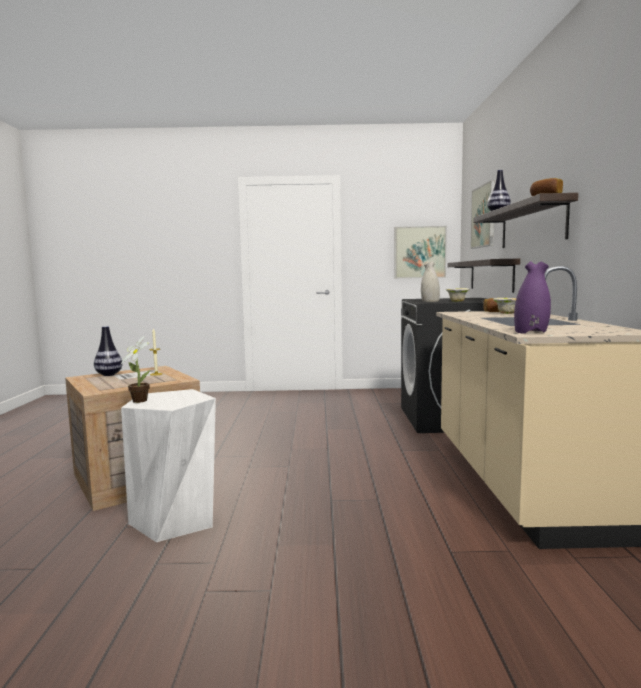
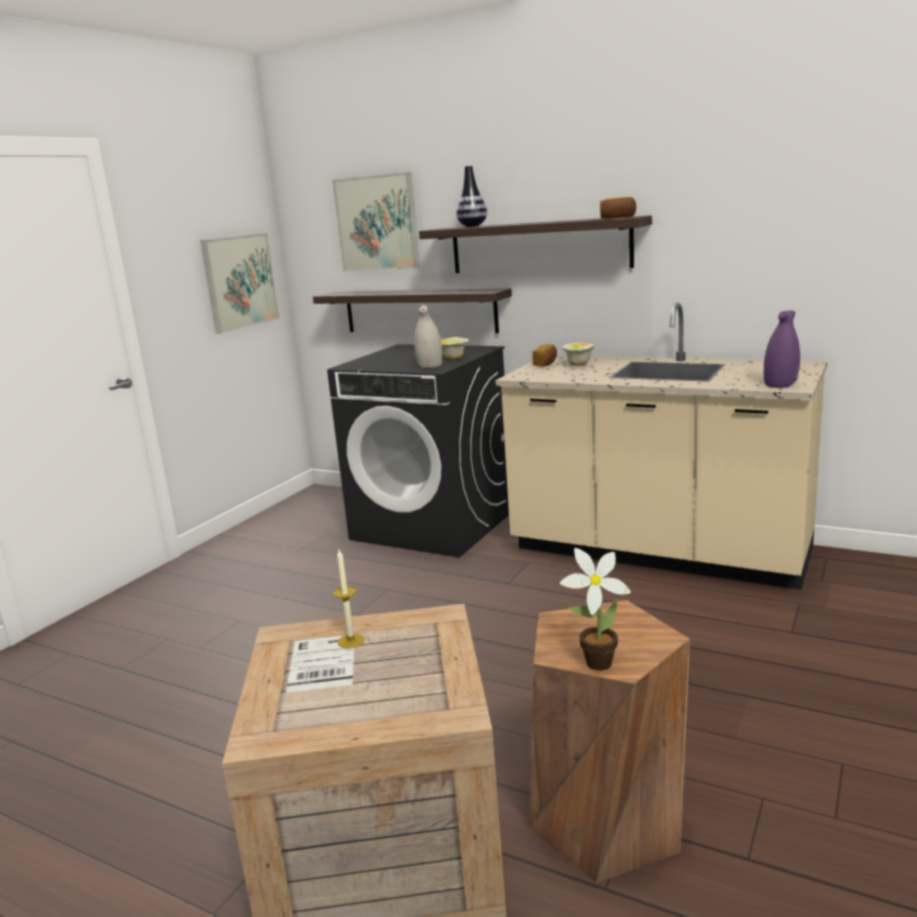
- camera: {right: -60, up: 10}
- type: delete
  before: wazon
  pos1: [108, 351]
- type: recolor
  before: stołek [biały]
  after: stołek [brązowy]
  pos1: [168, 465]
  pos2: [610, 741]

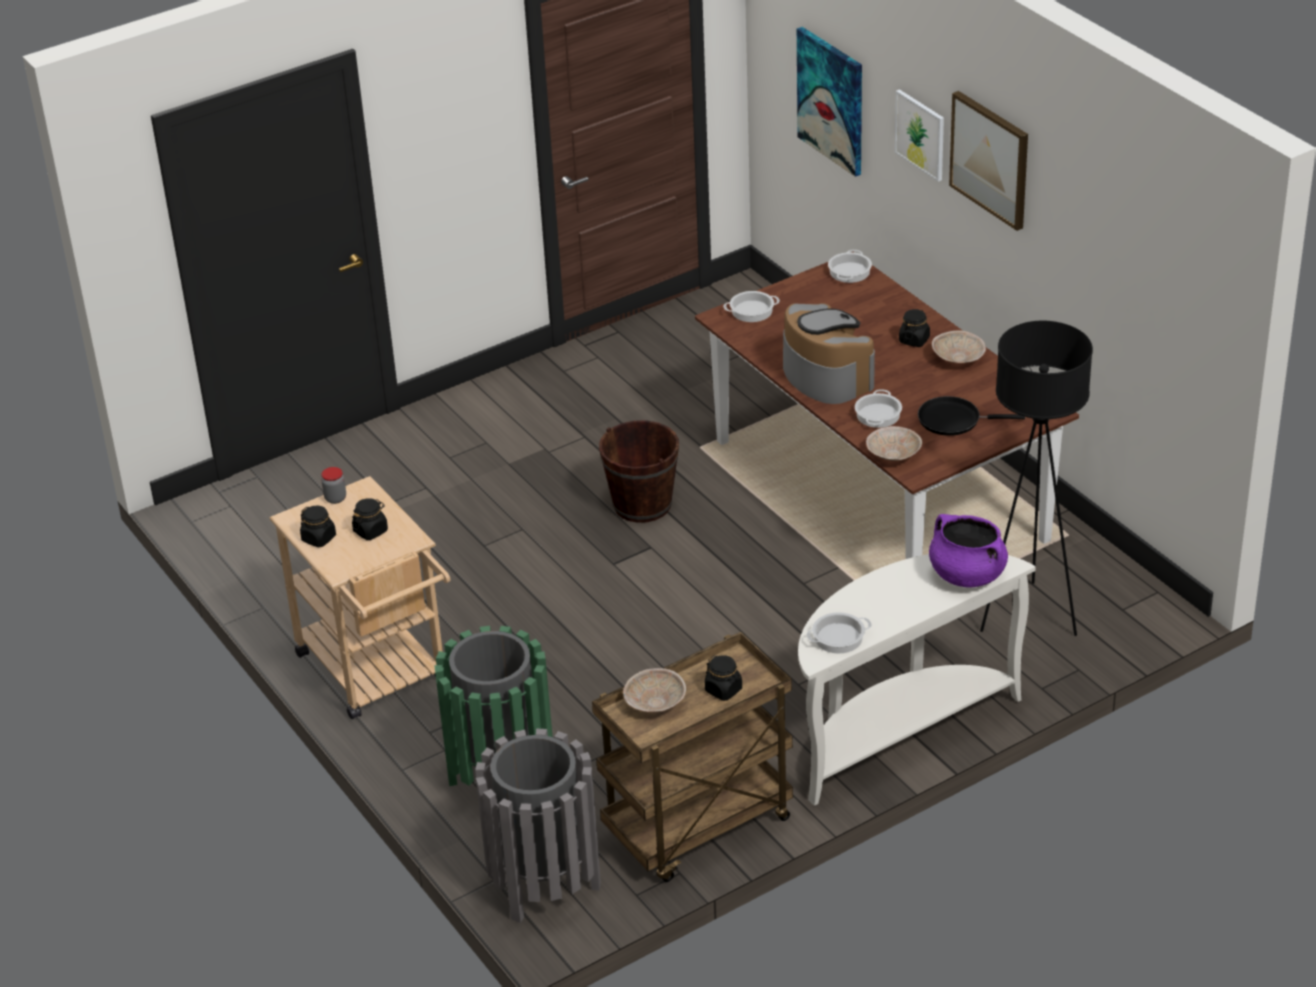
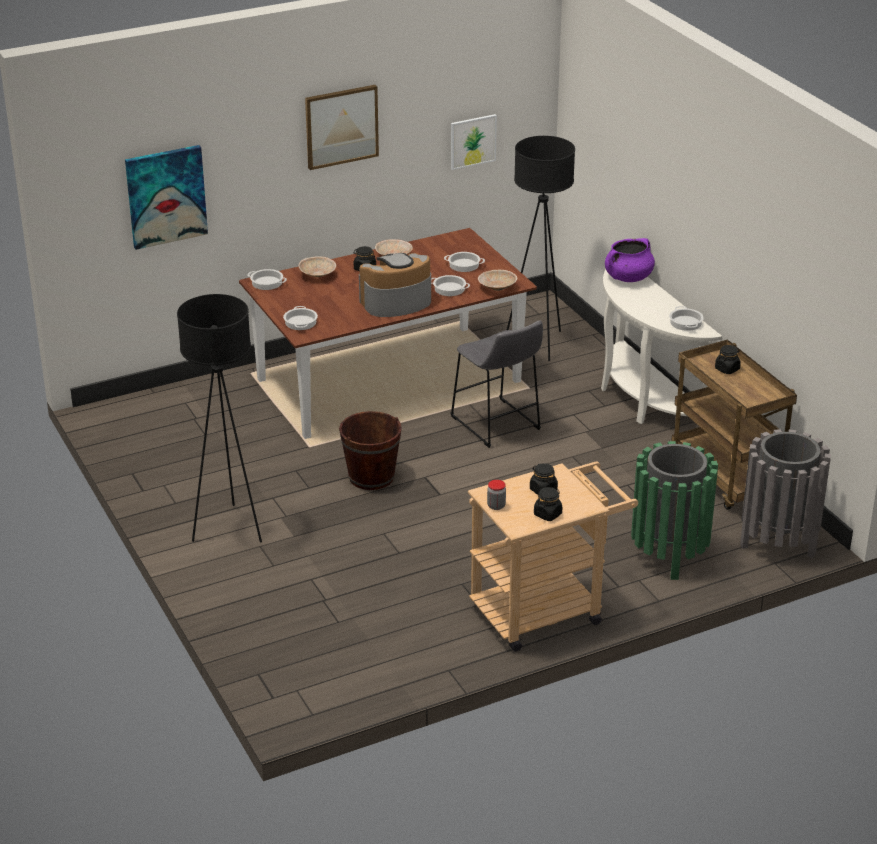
- camera: {right: -85, up: -5}
- type: move
  before: miska [beżowy]
  pos1: [654, 690]
  pos2: [318, 266]
- type: move
  before: obraz
  pos1: [919, 135]
  pos2: [474, 142]
- type: replace
  before: patelnia [czarny]
  after: garnek
  pos1: [971, 416]
  pos2: [464, 262]
- type: insert
  after: lampa stojąca [czarny]
  pos2: [219, 418]
- type: insert
  after: stołek [szary]
  pos2: [497, 384]

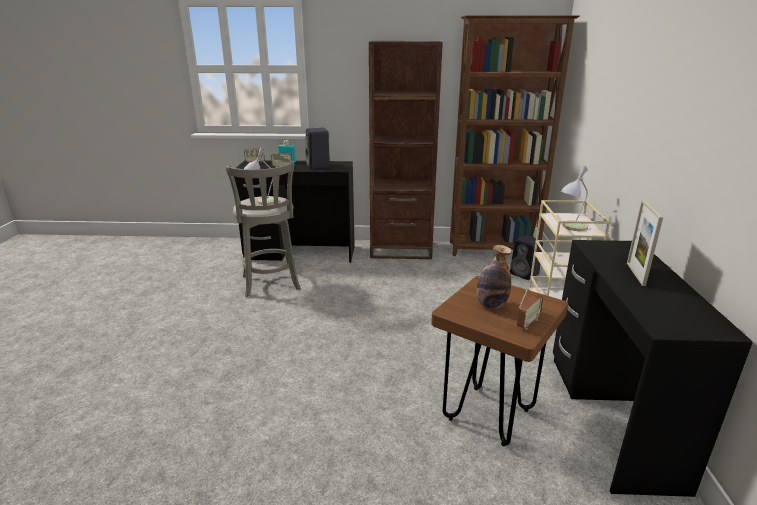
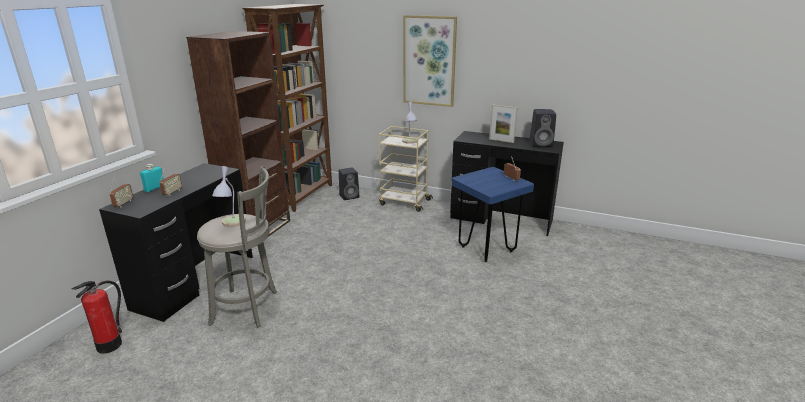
- camera: {right: -70, up: 0}
- type: move
  before: głośnik [czarny]
  pos1: [317, 148]
  pos2: [543, 128]
- type: recolor
  before: stołek [brązowy]
  after: stołek [niebieski]
  pos1: [499, 361]
  pos2: [492, 214]
- type: delete
  before: butelka
  pos1: [494, 277]
- type: insert
  after: gaśnica
  pos2: [97, 317]
- type: insert
  after: obraz
  pos2: [430, 61]

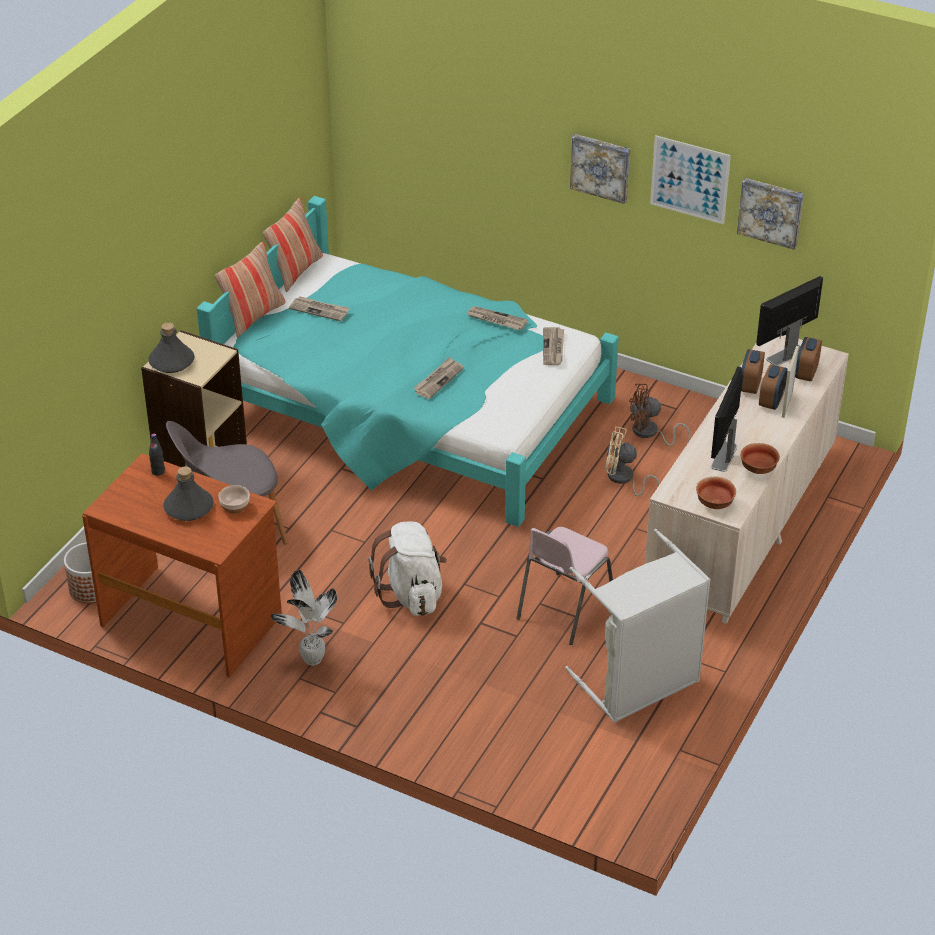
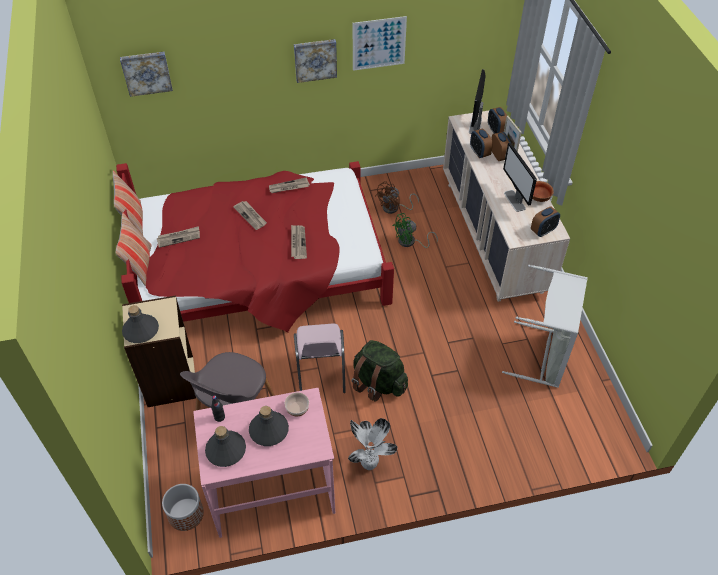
- camera: {right: -40, up: 10}
- type: recolor
  before: biurko [brązowy]
  after: biurko [różowy]
  pos1: [182, 565]
  pos2: [264, 463]
- type: recolor
  before: łóżko [turkusowy]
  after: łóżko [czerwony]
  pos1: [408, 361]
  pos2: [255, 246]
- type: recolor
  before: plecak [biały]
  after: plecak [zielony]
  pos1: [407, 569]
  pos2: [380, 371]
- type: move
  before: krzesło [różowy]
  pos1: [564, 586]
  pos2: [320, 358]
- type: move
  before: gazeta
  pos1: [553, 346]
  pos2: [250, 215]
- type: recolor
  before: wentylator [beżowy]
  after: wentylator [zielony]
  pos1: [632, 461]
  pos2: [415, 230]
- type: replace
  before: miska
  after: budzik
  pos1: [716, 493]
  pos2: [545, 221]
- type: move
  before: obraz
  pos1: [770, 214]
  pos2: [146, 74]
- type: insert
  after: butelka [szary]
  pos2: [225, 446]

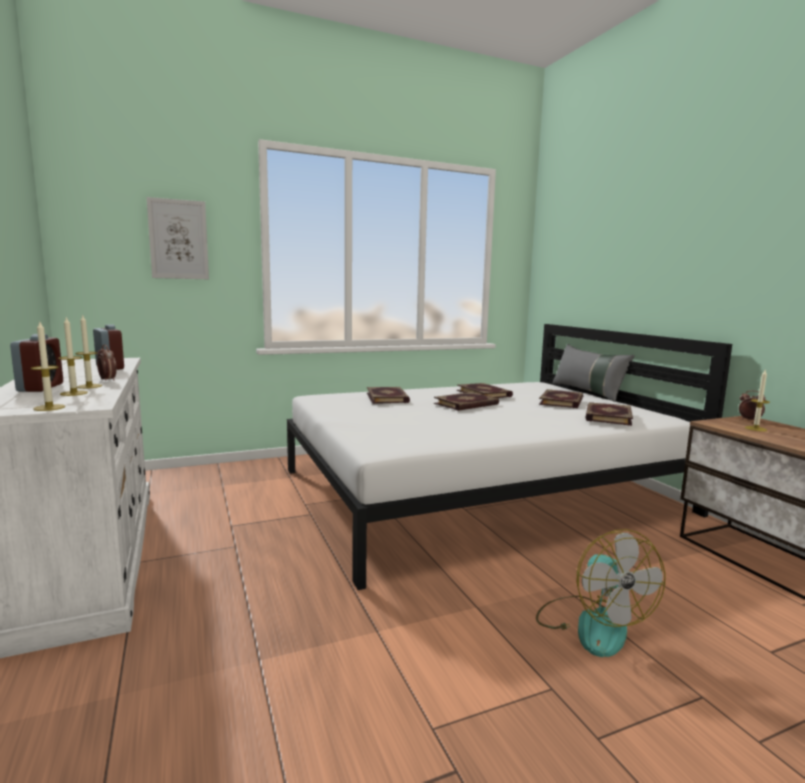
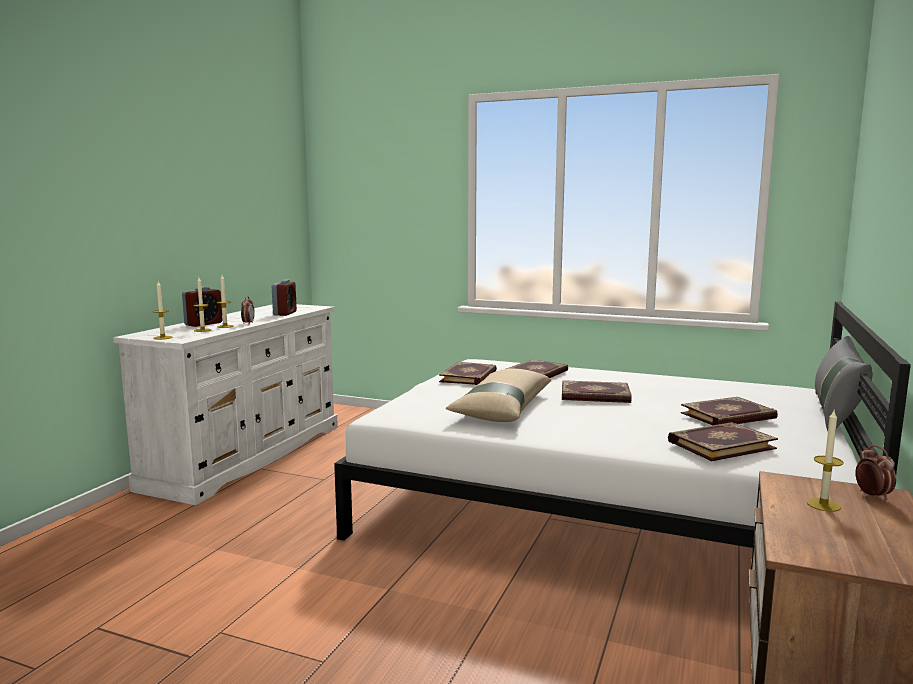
- camera: {right: 45, up: 0}
- type: delete
  before: obraz
  pos1: [178, 238]
- type: move
  before: książka
  pos1: [485, 390]
  pos2: [468, 373]
- type: delete
  before: wentylator
  pos1: [600, 593]
- type: insert
  after: poduszka [beżowy]
  pos2: [498, 395]

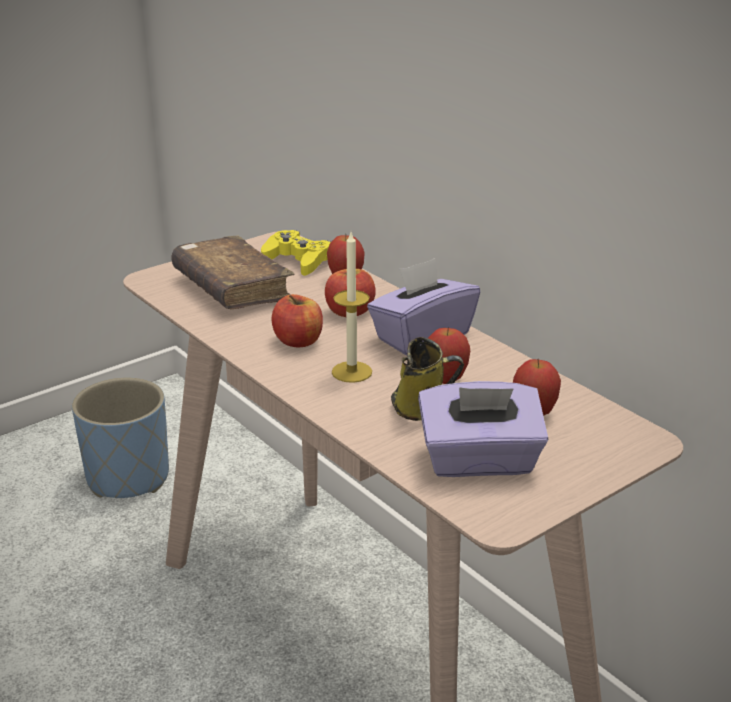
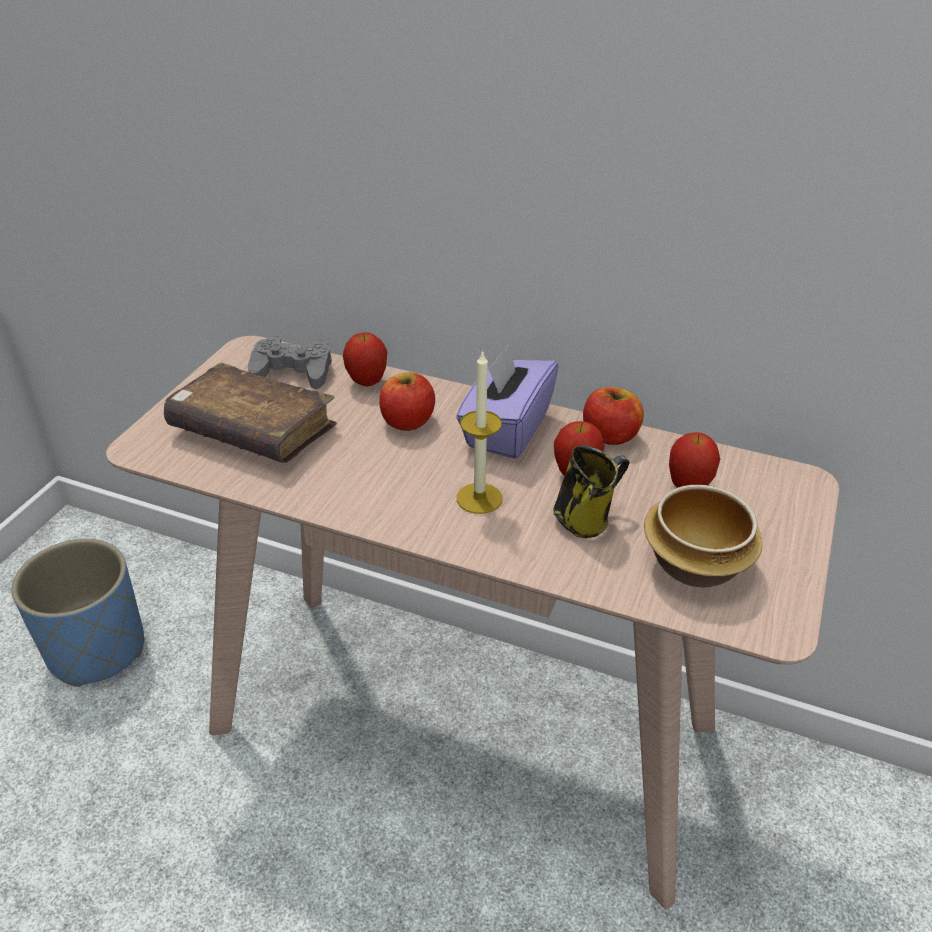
- camera: {right: -30, up: 10}
- type: recolor
  before: pad do gier [żółty]
  after: pad do gier [szary]
  pos1: [296, 253]
  pos2: [290, 362]
- type: move
  before: jabłko
  pos1: [297, 320]
  pos2: [613, 416]
- type: replace
  before: pudełko chusteczek [fioletowy]
  after: miska
  pos1: [483, 429]
  pos2: [703, 536]

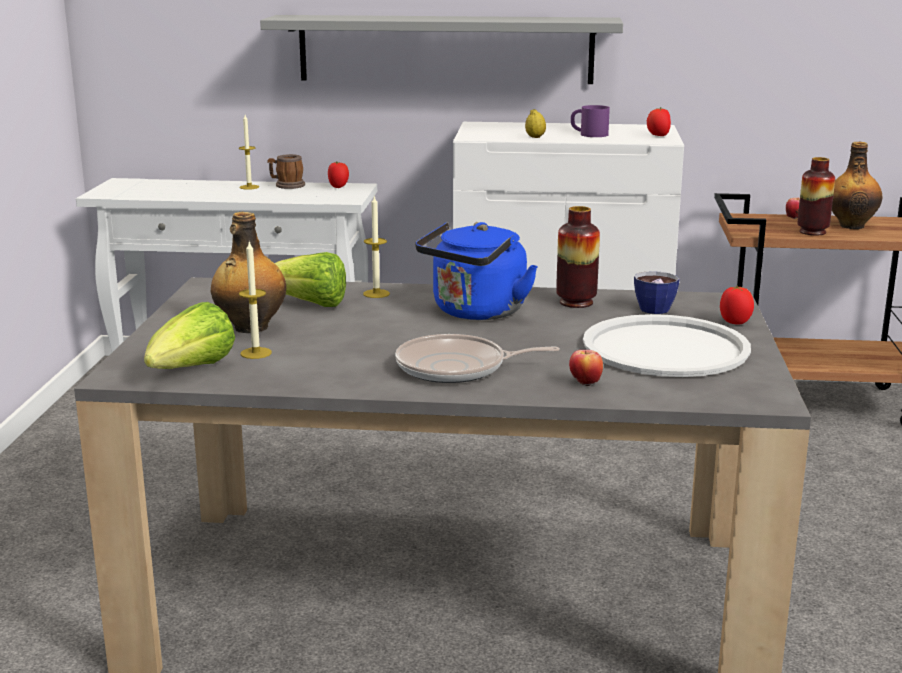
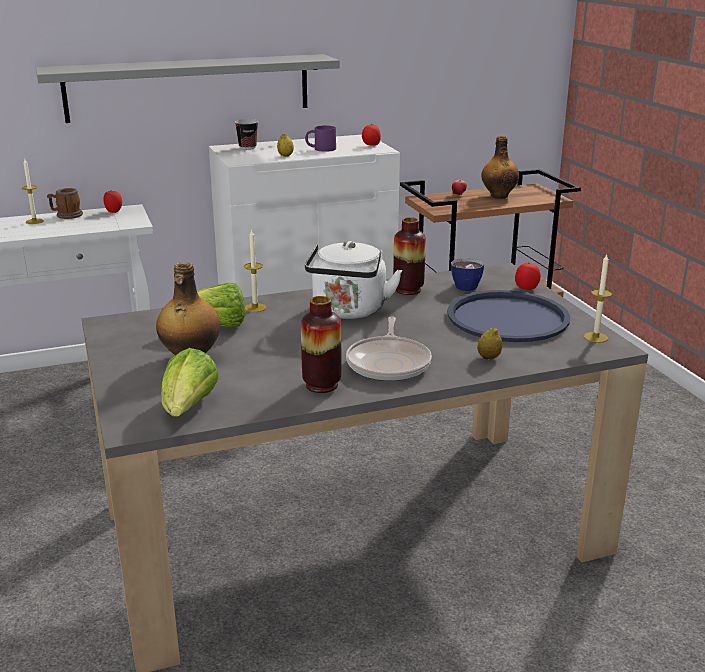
- camera: {right: -25, up: 5}
- type: move
  before: świeca
  pos1: [255, 300]
  pos2: [598, 299]
- type: rotate
  before: patelnia
  pos1: [477, 358]
  pos2: [389, 348]
  turn: -60
- type: recolor
  before: czajnik [niebieski]
  after: czajnik [biały]
  pos1: [476, 271]
  pos2: [353, 280]
- type: replace
  before: jabłko
  after: cytryna
  pos1: [586, 368]
  pos2: [489, 343]
- type: recolor
  before: taca [biały]
  after: taca [niebieski]
  pos1: [667, 345]
  pos2: [508, 316]
- type: move
  before: wazon
  pos1: [816, 196]
  pos2: [321, 344]
- type: insert
  after: filiżanka
  pos2: [246, 134]

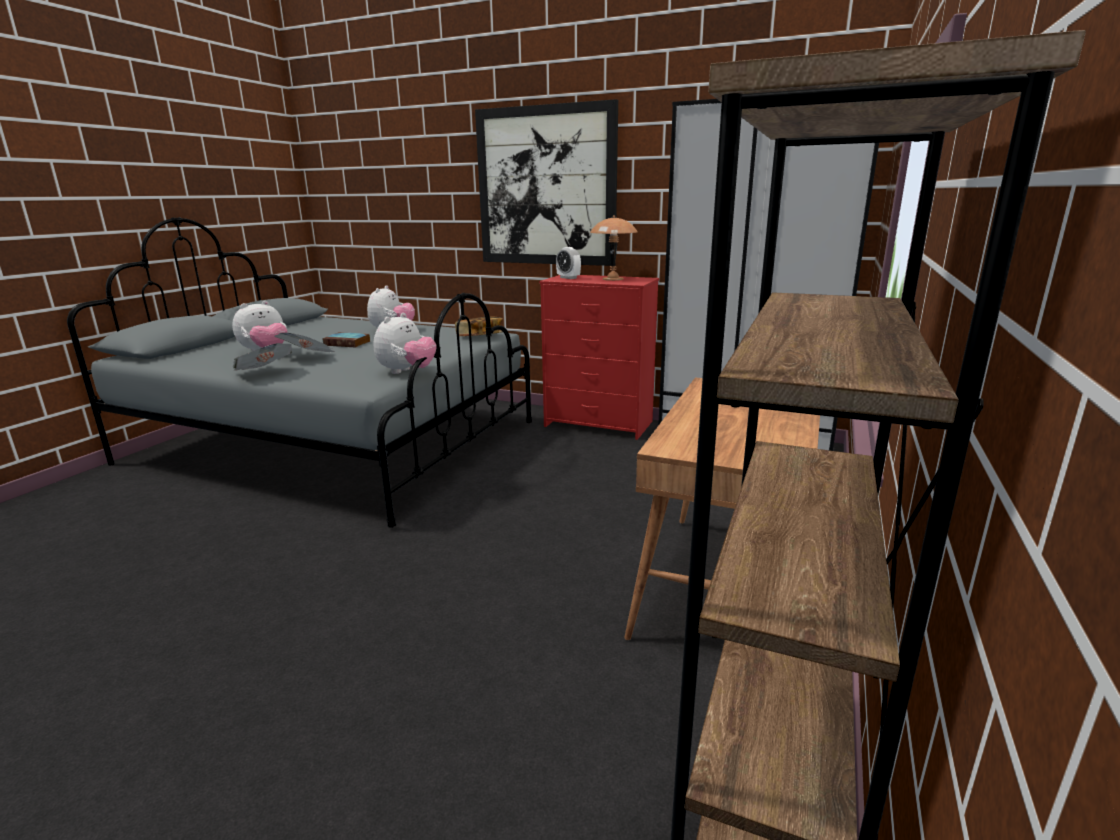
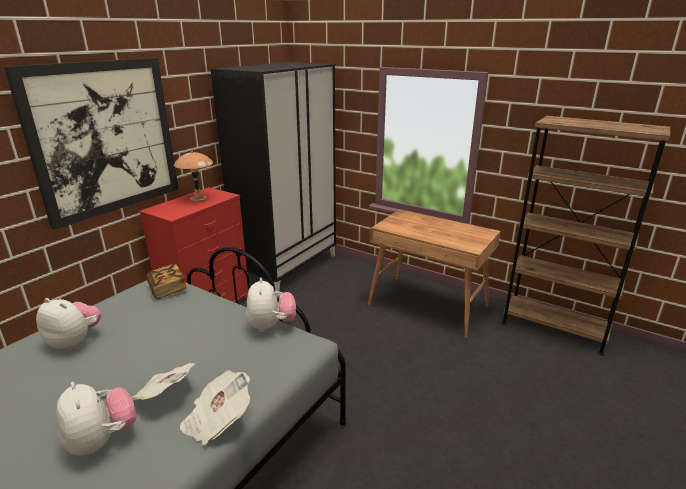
- camera: {right: -80, up: 5}
- type: delete
  before: książka
  pos1: [347, 339]
- type: rotate
  before: pluszak
  pos1: [404, 343]
  pos2: [271, 305]
  turn: 45
- type: delete
  before: budzik
  pos1: [568, 263]

